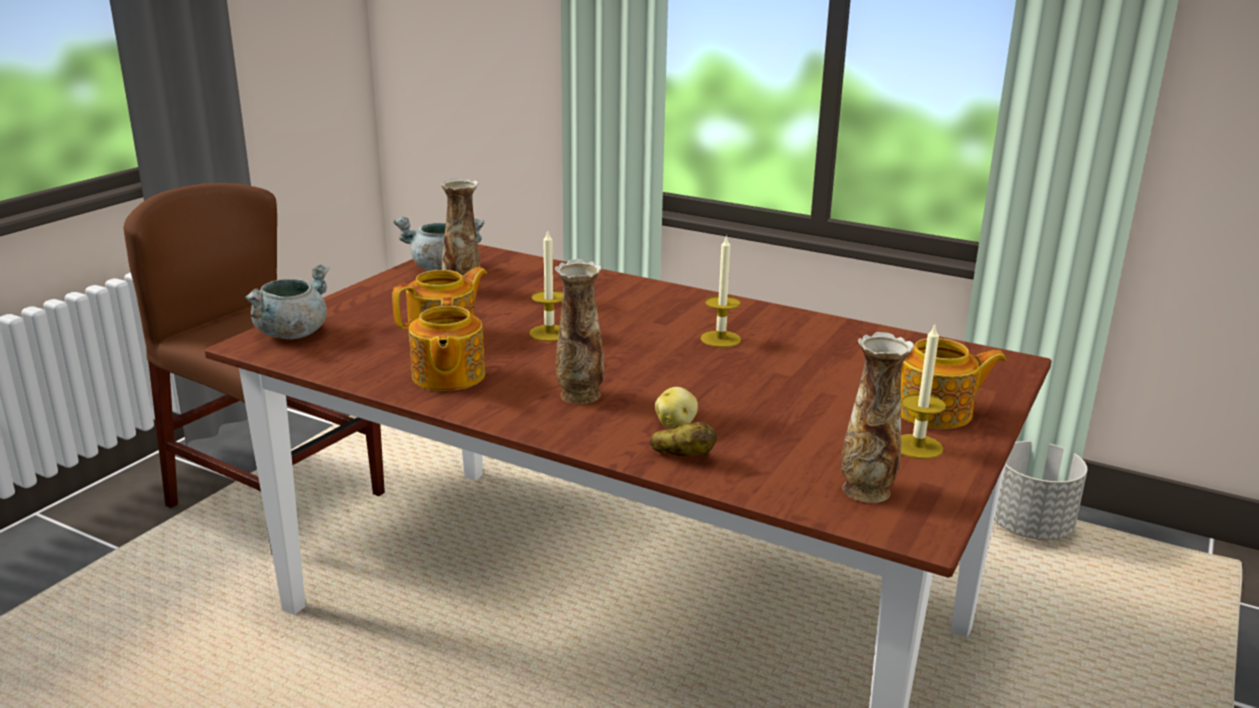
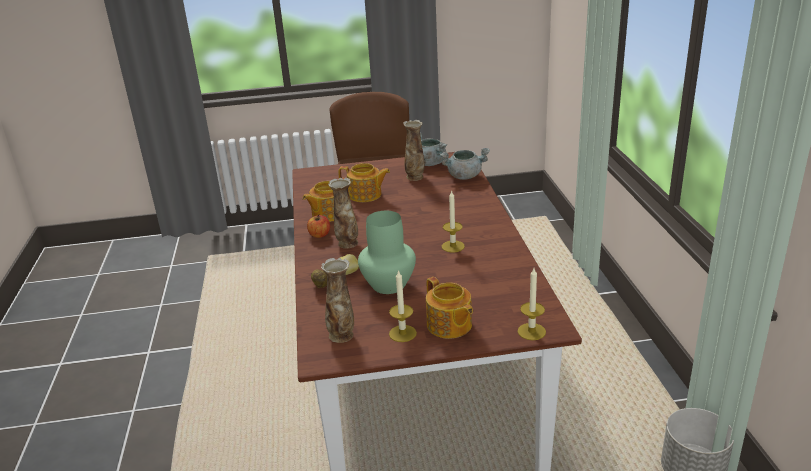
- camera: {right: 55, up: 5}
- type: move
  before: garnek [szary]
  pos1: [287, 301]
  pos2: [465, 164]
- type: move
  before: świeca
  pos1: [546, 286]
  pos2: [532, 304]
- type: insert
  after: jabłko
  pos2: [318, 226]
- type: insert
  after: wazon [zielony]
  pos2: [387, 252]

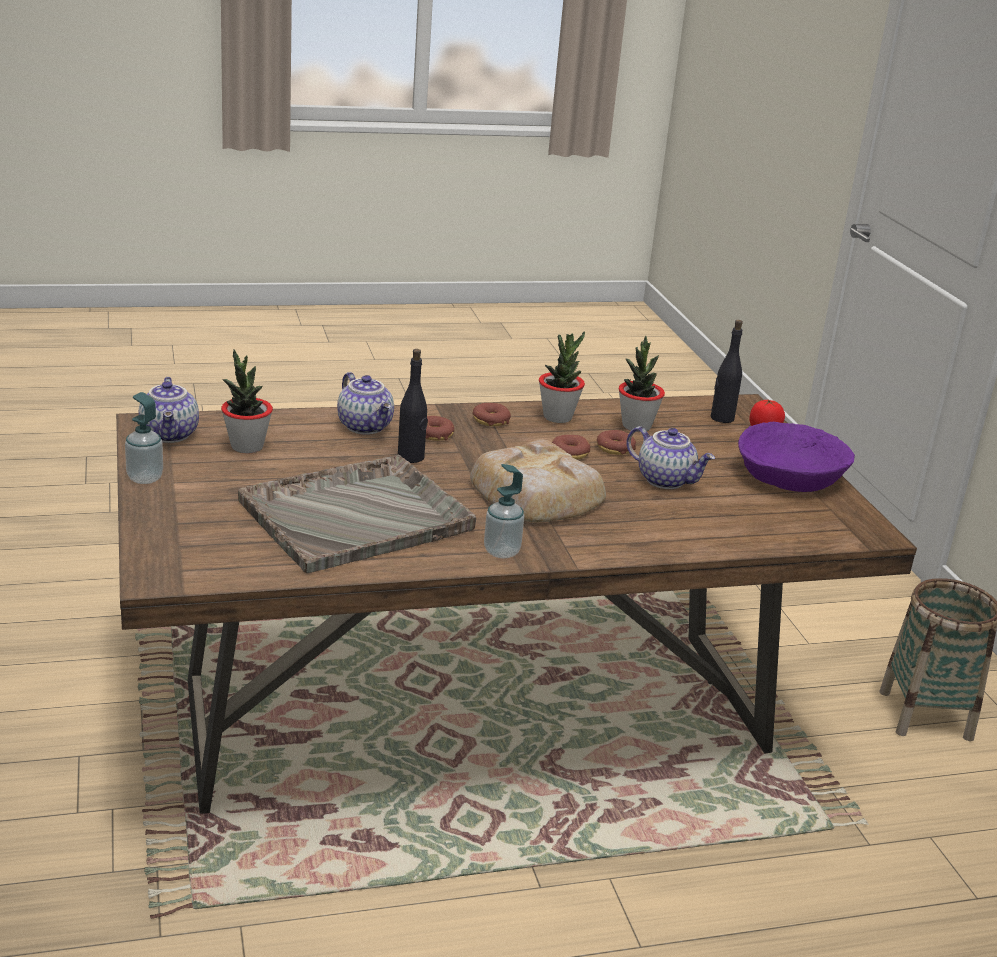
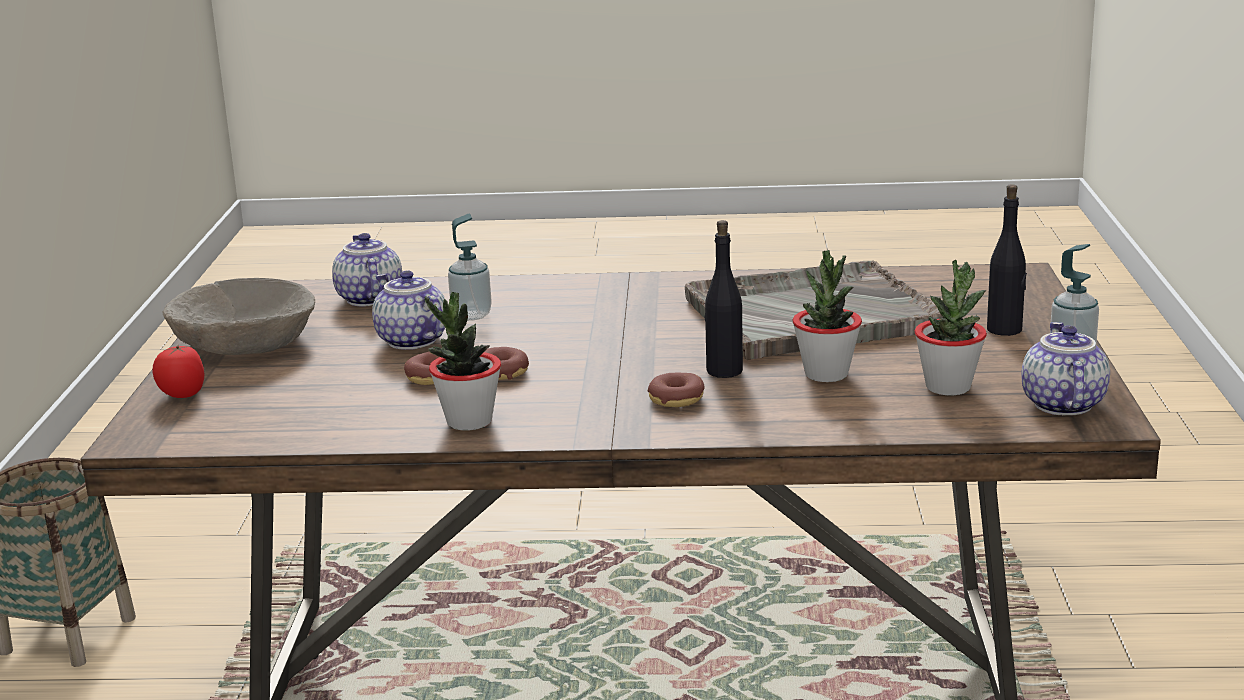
- camera: {right: -160, up: -5}
- type: move
  before: imbryk
  pos1: [365, 403]
  pos2: [367, 270]
- type: delete
  before: chleb
  pos1: [538, 480]
- type: delete
  before: donut
  pos1: [491, 414]
- type: move
  before: dozownik mydła
  pos1: [504, 511]
  pos2: [470, 267]
- type: move
  before: roślina doniczkowa
  pos1: [642, 384]
  pos2: [827, 316]
- type: move
  before: butelka [czarny]
  pos1: [727, 371]
  pos2: [1007, 260]
- type: recolor
  before: miska [fioletowy]
  after: miska [beżowy]
  pos1: [796, 457]
  pos2: [239, 316]

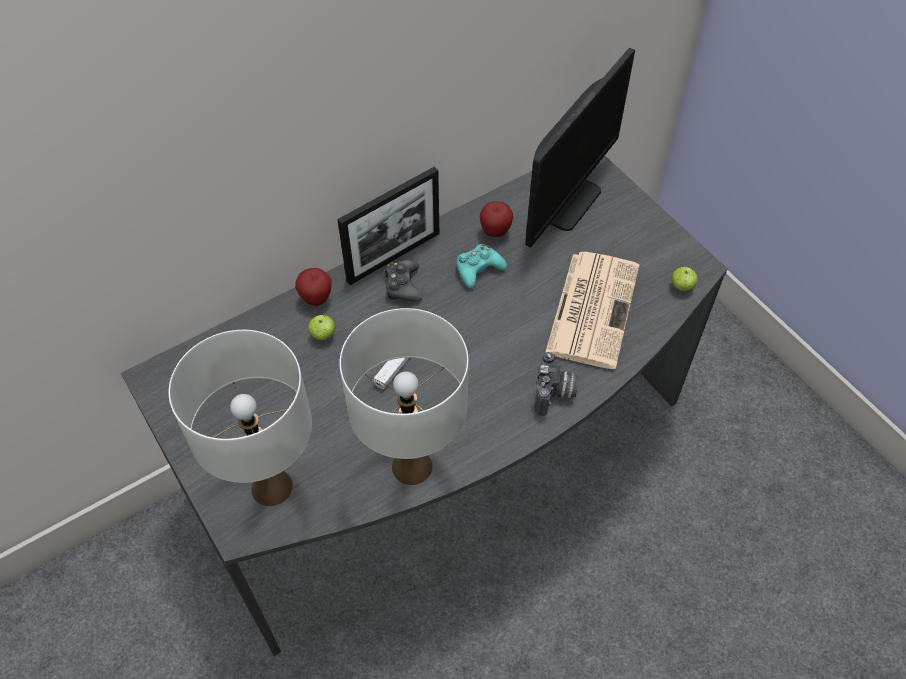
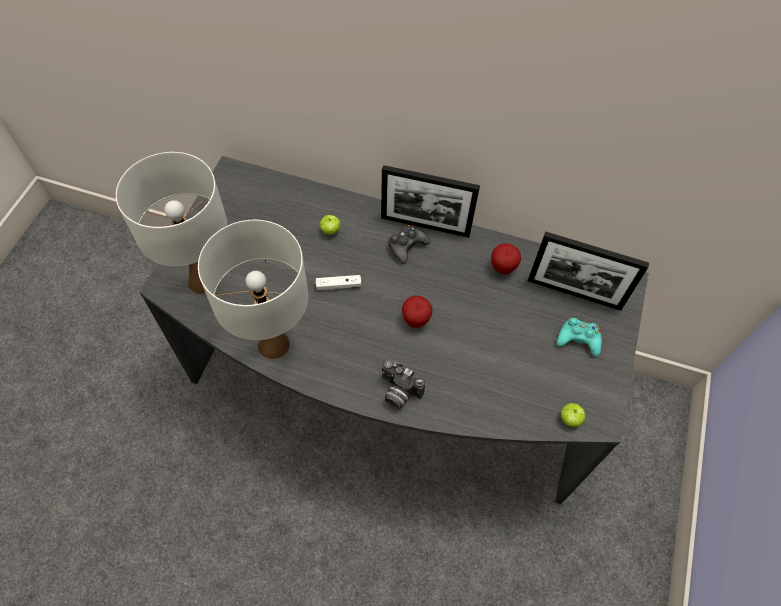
- camera: {right: 50, up: 5}
- type: move
  before: jabłko
  pos1: [313, 287]
  pos2: [417, 311]
- type: move
  before: pad do gier [turkusowy]
  pos1: [481, 266]
  pos2: [579, 337]
- type: replace
  before: monitor
  after: ramka na zdjęcie
  pos1: [580, 147]
  pos2: [588, 271]
- type: rotate
  before: aparat fotograficzny
  pos1: [557, 384]
  pos2: [403, 384]
  turn: 60
- type: delete
  before: gazeta
  pos1: [592, 310]

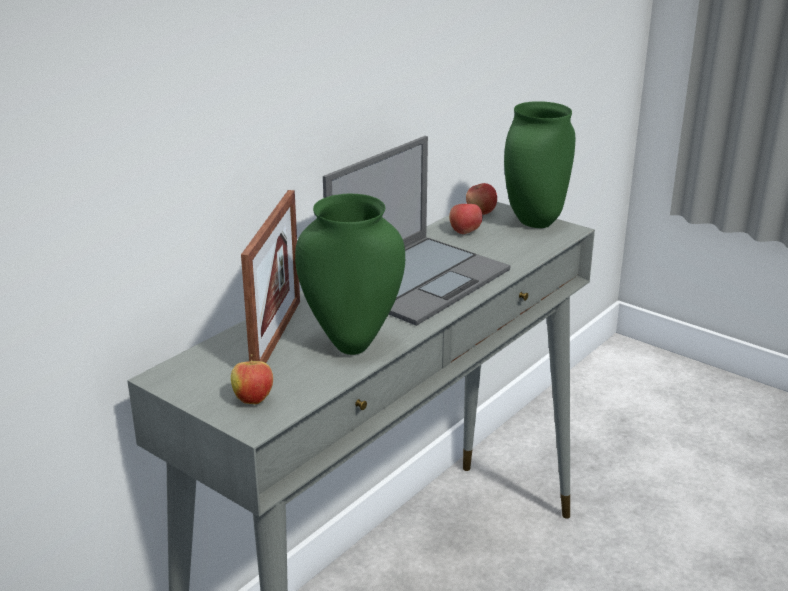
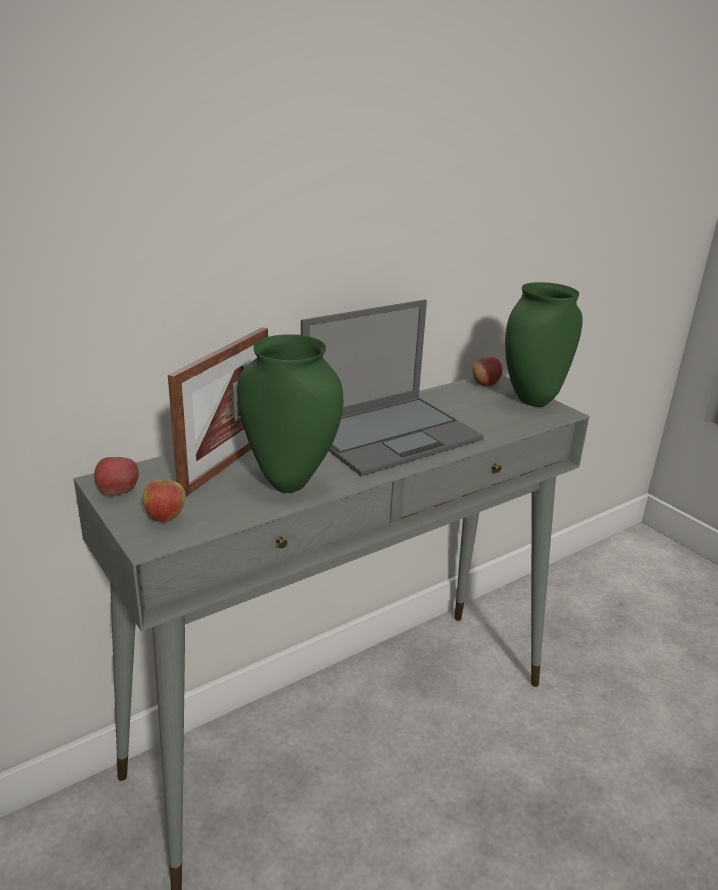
- camera: {right: 15, up: 0}
- type: move
  before: jabłko
  pos1: [466, 219]
  pos2: [116, 476]

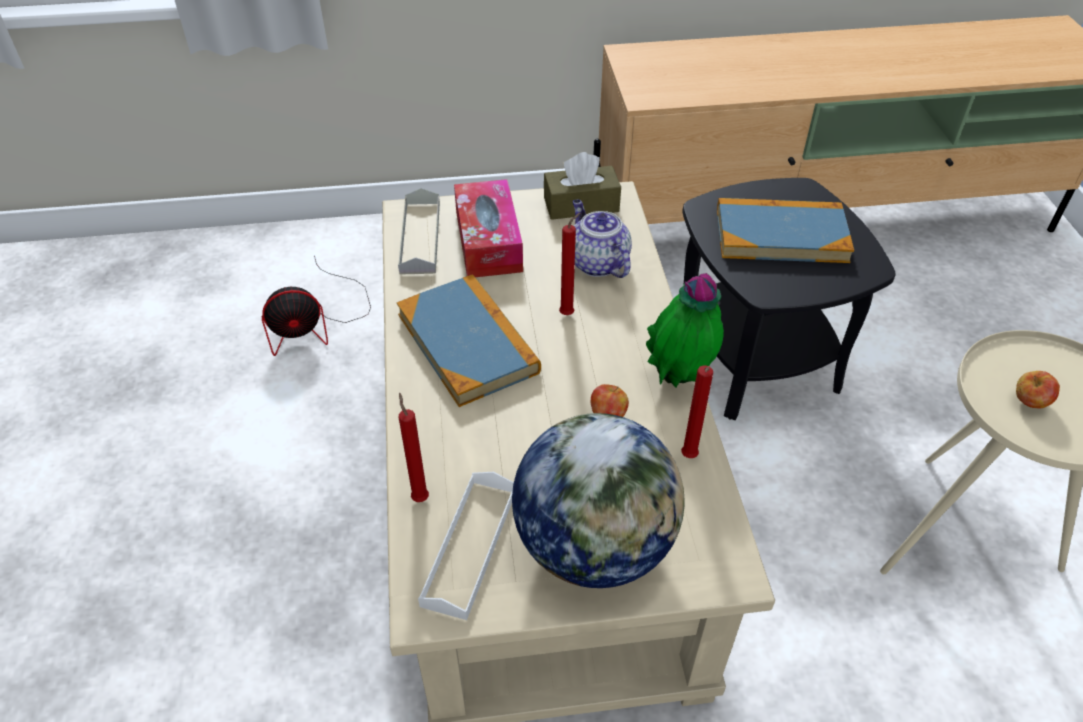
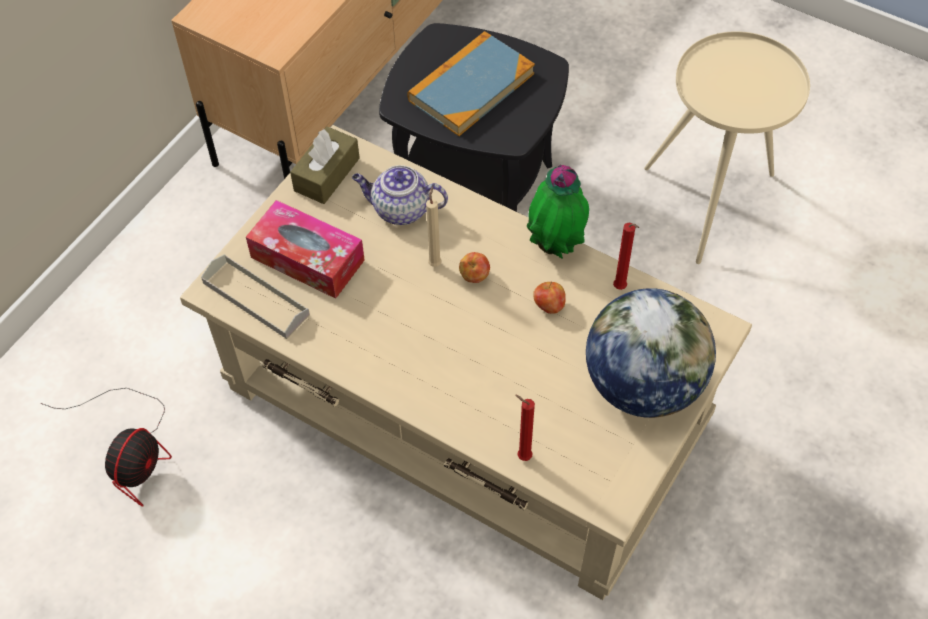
- camera: {right: -50, up: 10}
- type: delete
  before: książka
  pos1: [469, 340]
- type: delete
  before: taca [biały]
  pos1: [466, 546]
- type: recolor
  before: świeca [czerwony]
  after: świeca [beżowy]
  pos1: [569, 264]
  pos2: [434, 227]
- type: move
  before: jabłko
  pos1: [1038, 389]
  pos2: [474, 267]

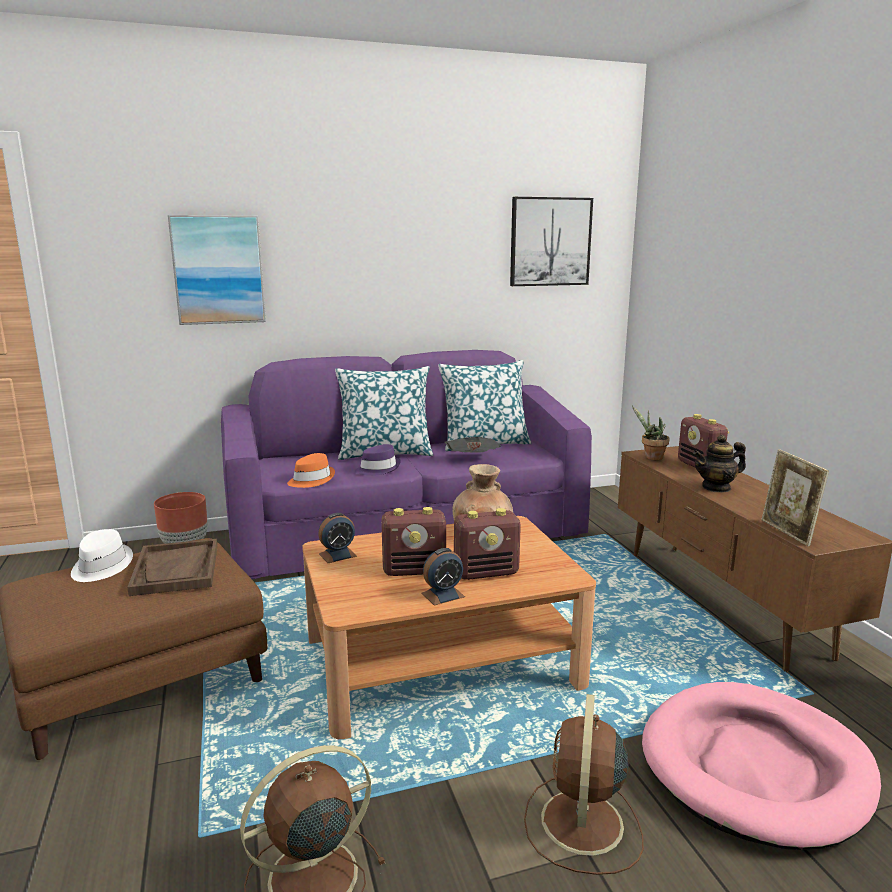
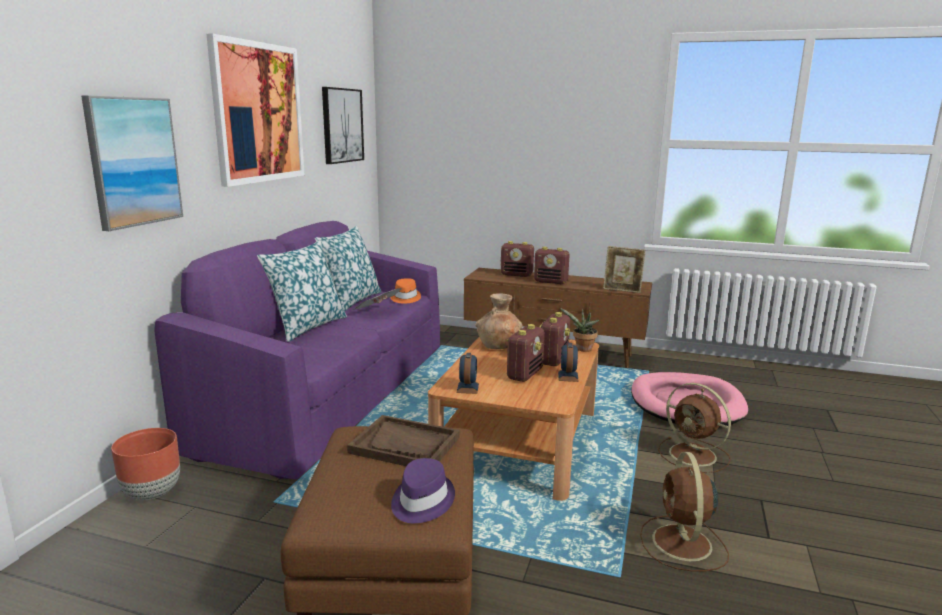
- camera: {right: -55, up: 0}
- type: delete
  before: kapelusz [biały]
  pos1: [102, 555]
- type: move
  before: kapelusz [pomarańczowy]
  pos1: [311, 470]
  pos2: [406, 291]
- type: move
  before: kapelusz [fioletowy]
  pos1: [378, 460]
  pos2: [423, 490]
- type: move
  before: roślina doniczkowa
  pos1: [651, 433]
  pos2: [580, 330]
- type: replace
  before: imbryk
  after: radio
  pos1: [719, 464]
  pos2: [552, 265]
- type: insert
  after: obraz
  pos2: [255, 110]

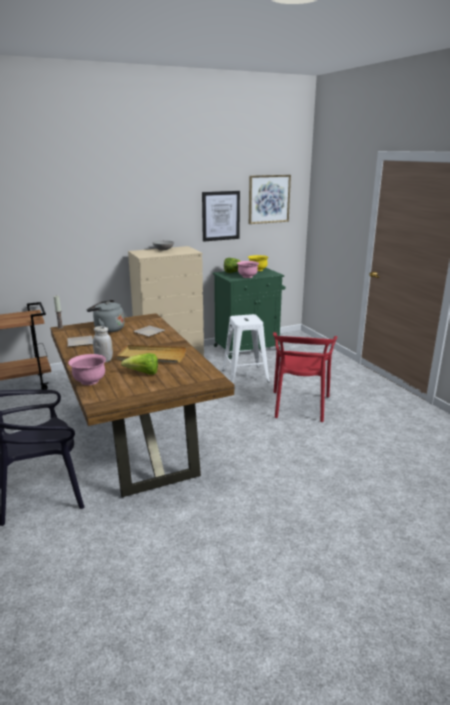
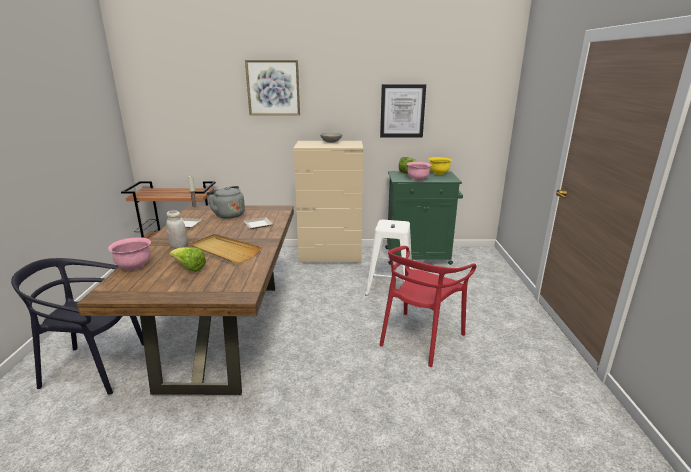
- camera: {right: 25, up: 0}
- type: move
  before: obraz
  pos1: [270, 199]
  pos2: [272, 87]

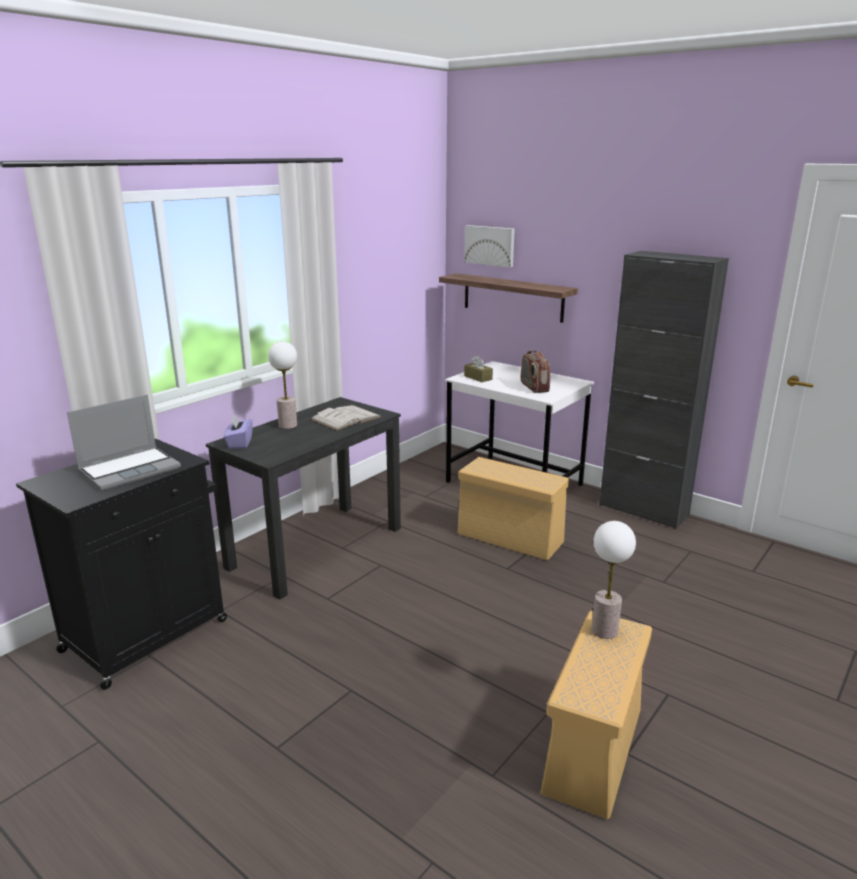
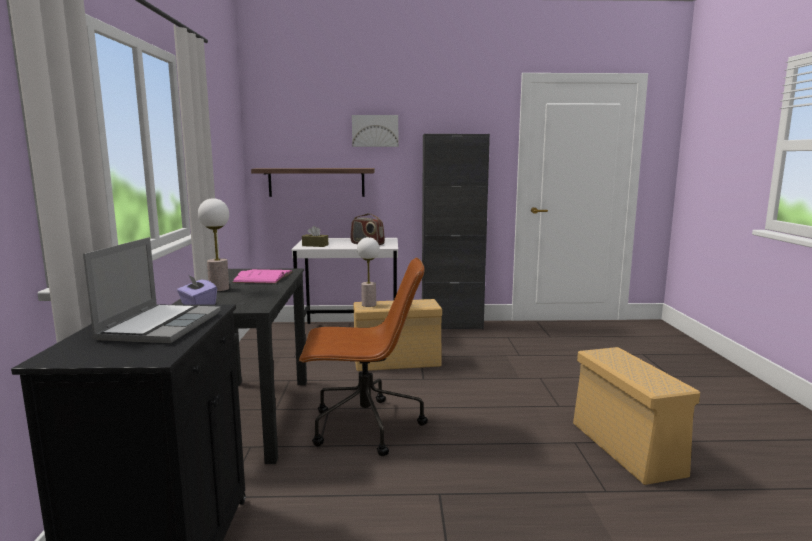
- camera: {right: -40, up: -10}
- type: recolor
  before: książka [biały]
  after: książka [różowy]
  pos1: [345, 418]
  pos2: [262, 276]
- type: move
  before: obraz
  pos1: [490, 246]
  pos2: [375, 131]
- type: move
  before: lampa stołowa
  pos1: [614, 580]
  pos2: [368, 272]
- type: insert
  after: krzesło biurowe [brązowy]
  pos2: [363, 356]

